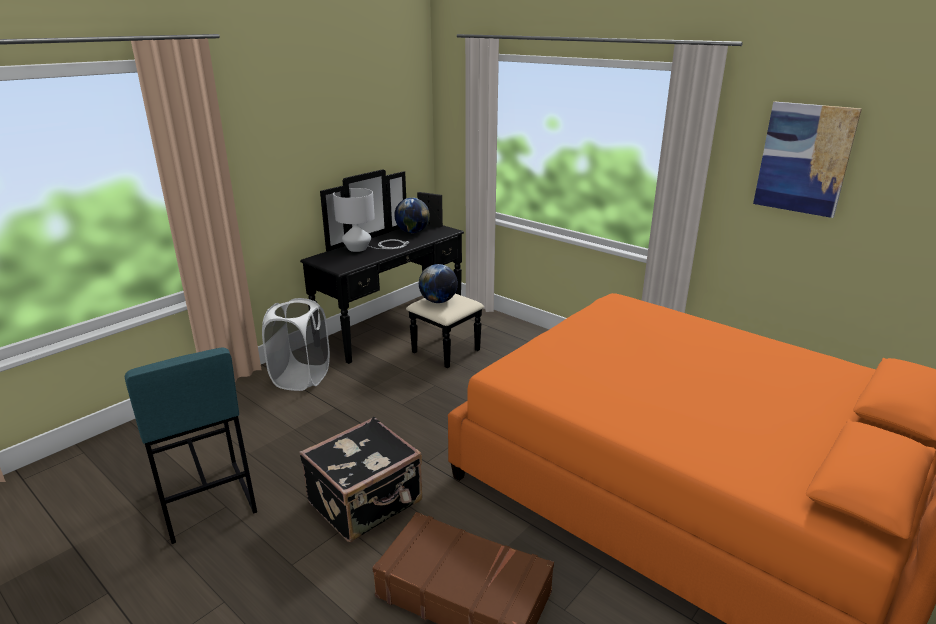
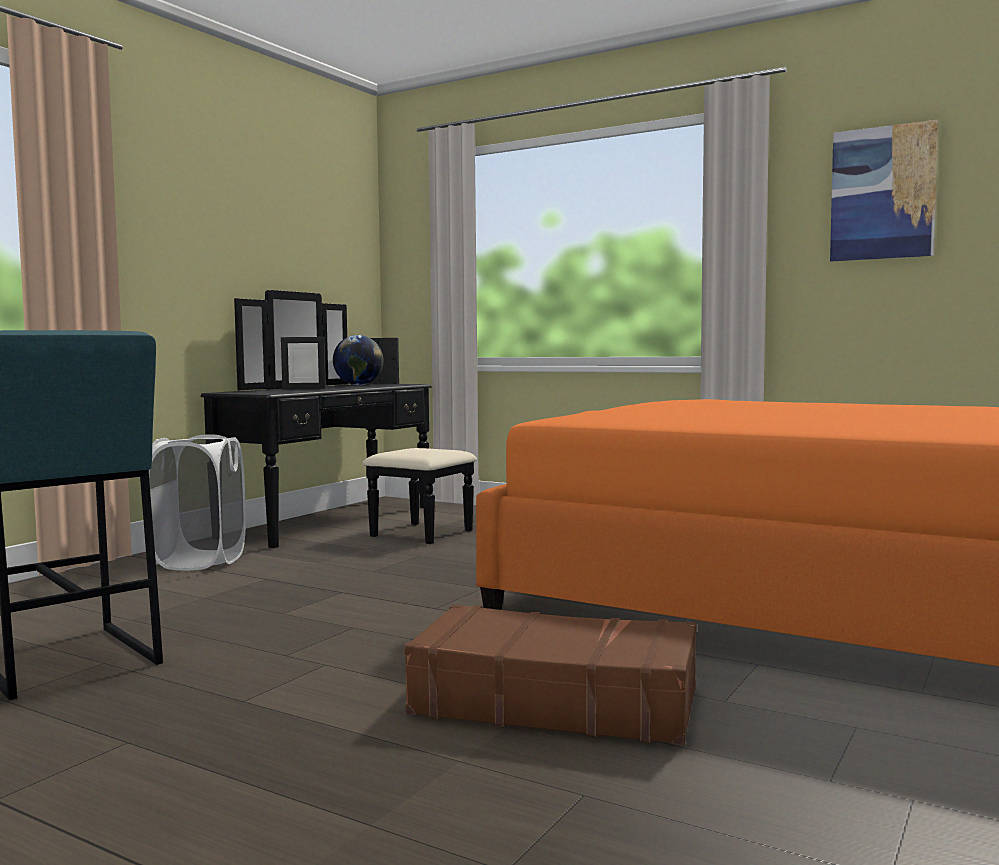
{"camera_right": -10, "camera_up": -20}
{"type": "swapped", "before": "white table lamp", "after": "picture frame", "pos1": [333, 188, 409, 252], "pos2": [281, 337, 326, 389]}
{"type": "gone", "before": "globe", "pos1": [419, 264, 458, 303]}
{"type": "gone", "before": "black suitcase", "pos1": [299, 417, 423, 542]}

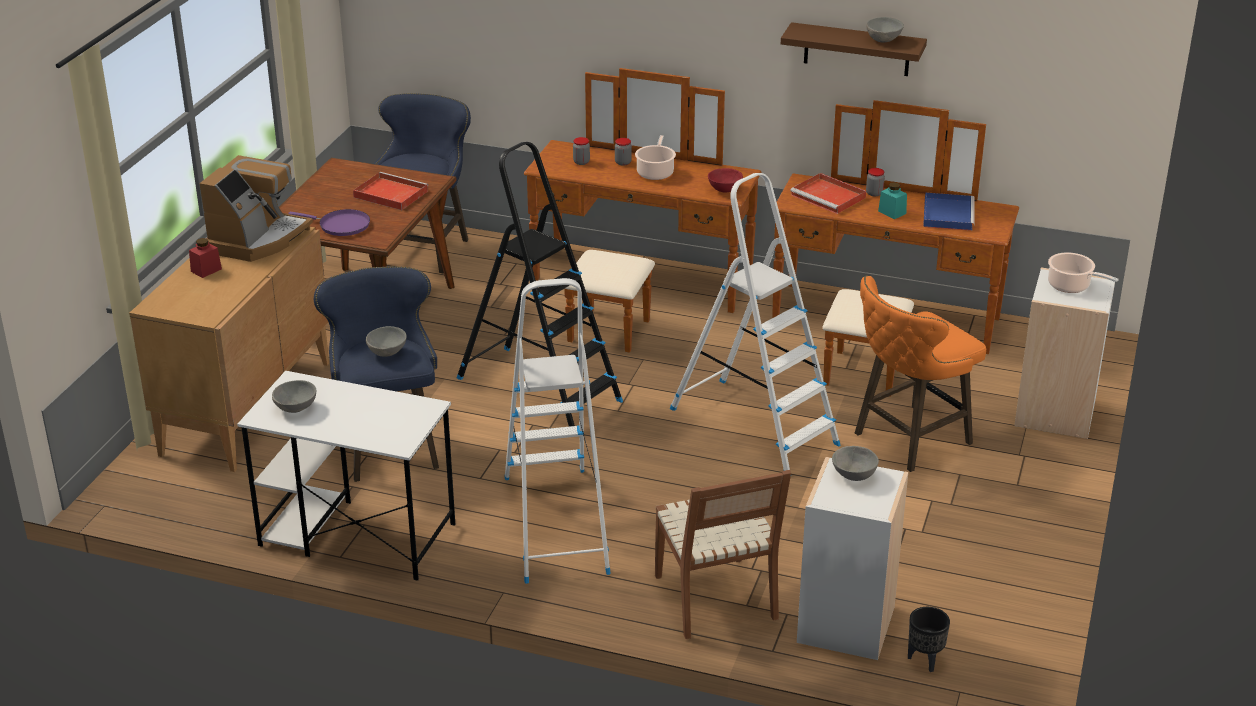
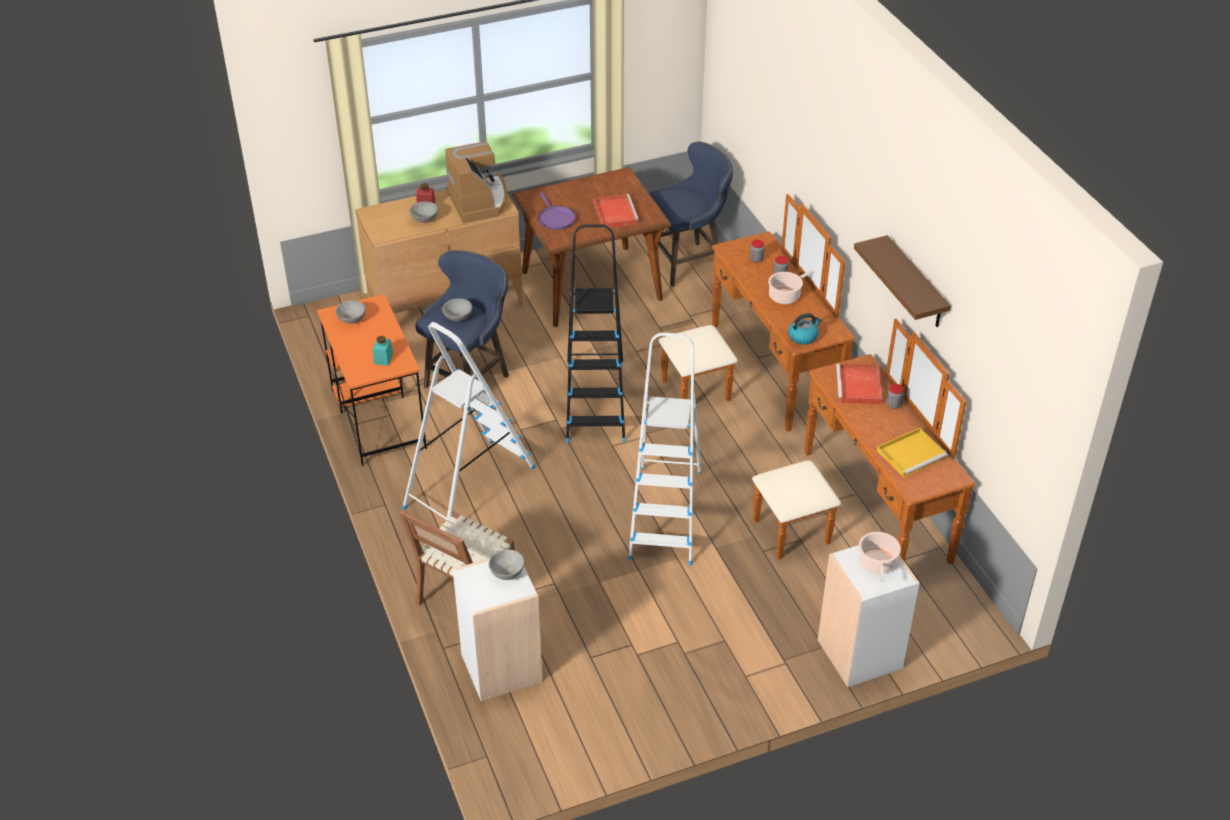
{"camera_right": 50, "camera_up": 10}
{"type": "shifted", "before": "grey bowl", "pos1": [866, 17, 904, 43], "pos2": [409, 201, 438, 223]}
{"type": "rotated", "before": "coffee machine", "pos1": [199, 155, 313, 262], "pos2": [445, 141, 507, 223], "turn": -90}
{"type": "swapped", "before": "red bowl", "after": "kettle", "pos1": [708, 168, 743, 192], "pos2": [788, 313, 822, 345]}
{"type": "shifted", "before": "turquoise jar", "pos1": [878, 182, 907, 219], "pos2": [373, 336, 393, 366]}
{"type": "repainted", "before": "blue tray", "after": "yellow tray", "pos1": [923, 192, 975, 231], "pos2": [877, 428, 948, 478]}
{"type": "gone", "before": "orange stool", "pos1": [855, 276, 986, 472]}
{"type": "repainted", "before": "white desk", "after": "orange desk", "pos1": [237, 371, 456, 581], "pos2": [317, 294, 427, 466]}
{"type": "gone", "before": "black planter", "pos1": [908, 607, 950, 672]}

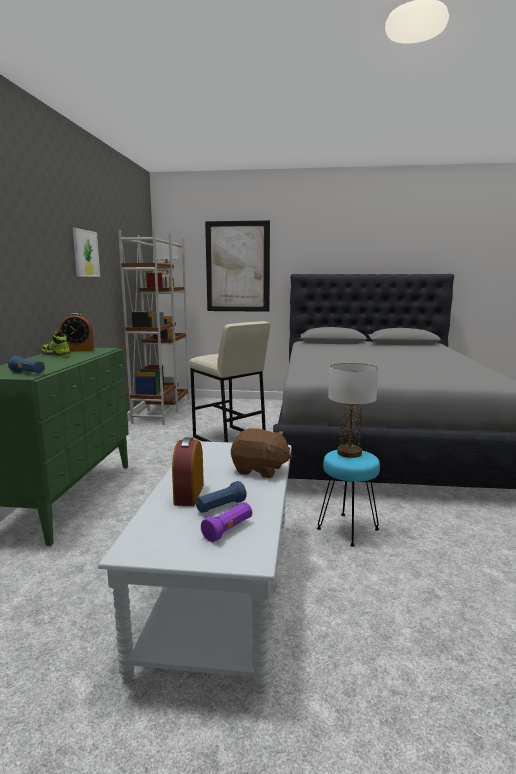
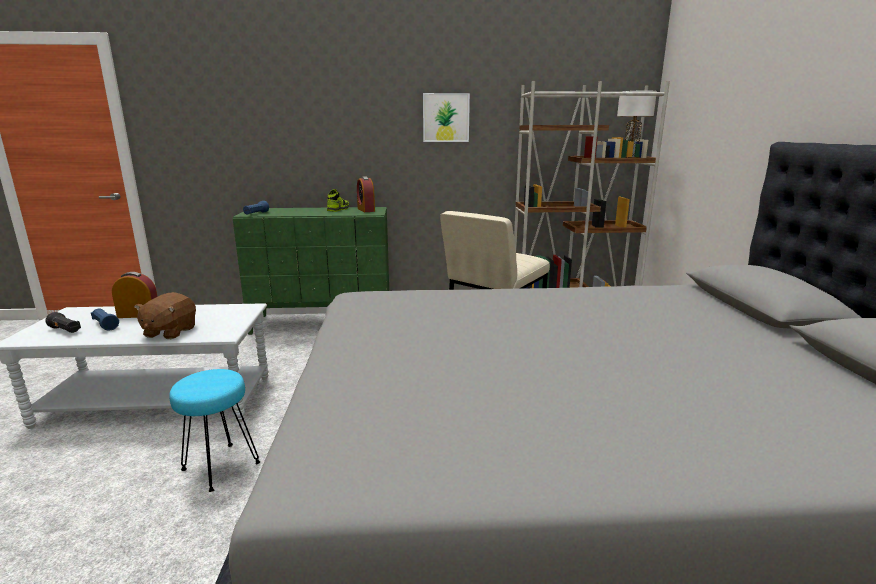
{"camera_right": 80, "camera_up": 5}
{"type": "gone", "before": "picture", "pos1": [205, 220, 270, 312]}
{"type": "gone", "before": "table lamp", "pos1": [328, 363, 378, 458]}
{"type": "repainted", "before": "purple flashlight", "after": "black flashlight", "pos1": [201, 502, 252, 542], "pos2": [45, 312, 81, 333]}

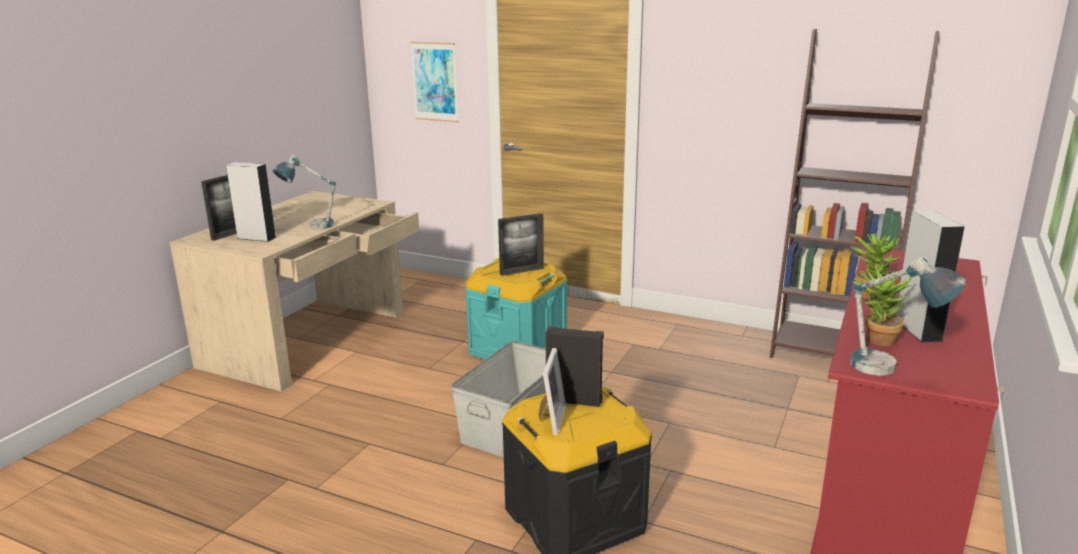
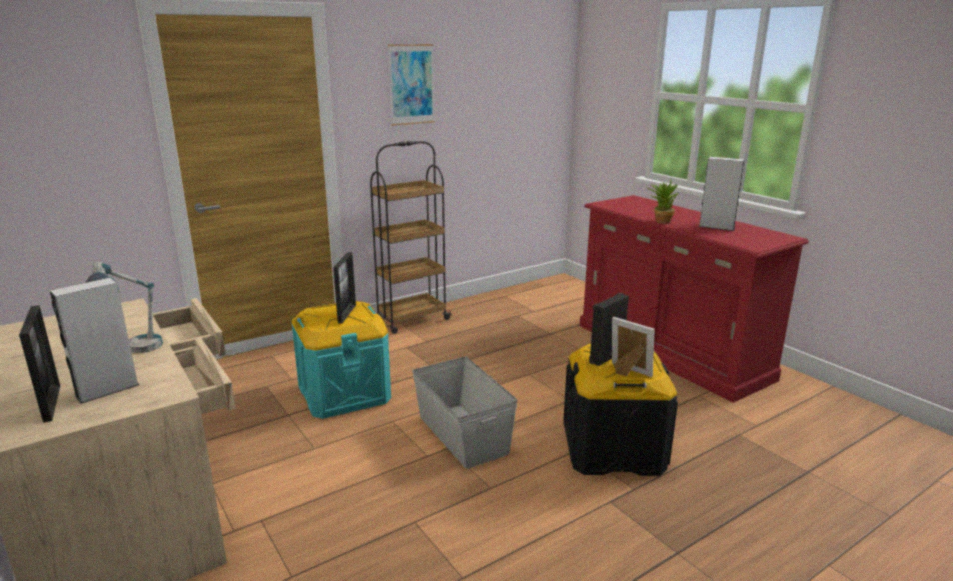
{"camera_right": -60, "camera_up": 0}
{"type": "gone", "before": "brown bookcase", "pos1": [770, 29, 939, 358]}
{"type": "shifted", "before": "picture", "pos1": [410, 42, 459, 122], "pos2": [388, 44, 435, 126]}
{"type": "gone", "before": "table lamp", "pos1": [850, 257, 966, 376]}
{"type": "gone", "before": "potted plant", "pos1": [852, 263, 912, 346]}
{"type": "new", "after": "brown cart", "pos2": [370, 141, 452, 334]}

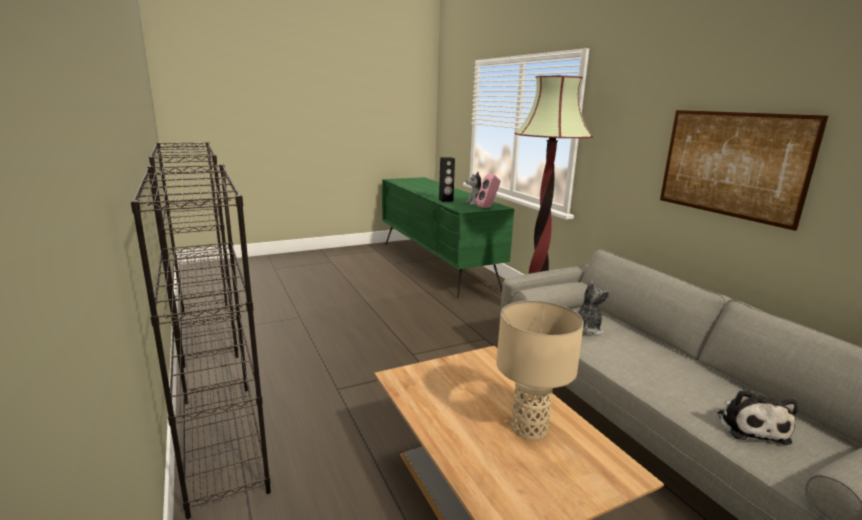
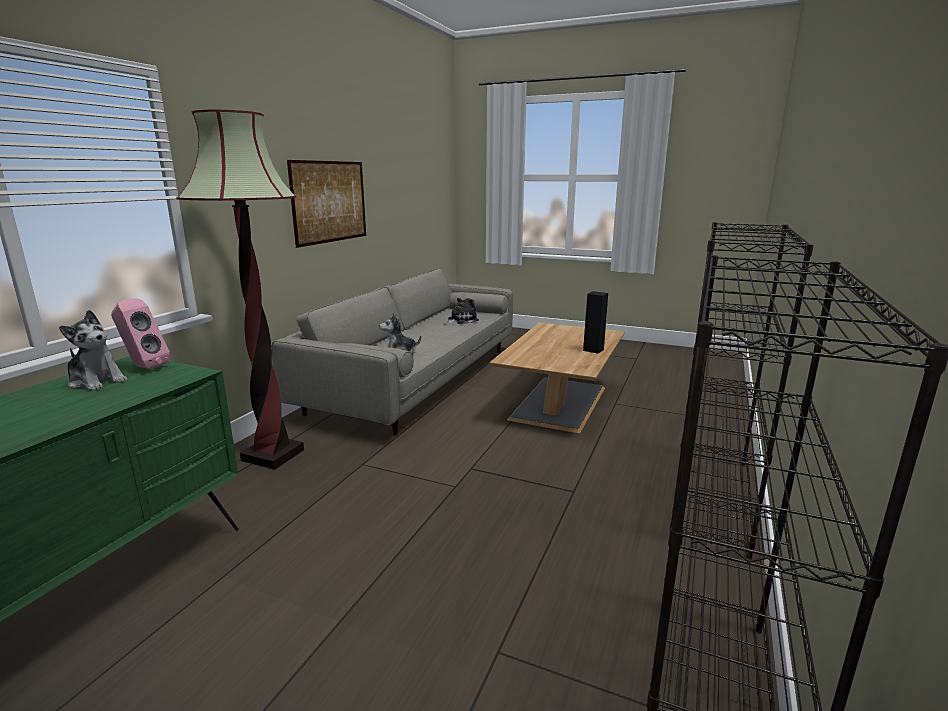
{"camera_right": -130, "camera_up": 0}
{"type": "shifted", "before": "black speaker", "pos1": [439, 157, 455, 202], "pos2": [583, 291, 608, 354]}
{"type": "gone", "before": "beige table lamp", "pos1": [496, 301, 584, 440]}

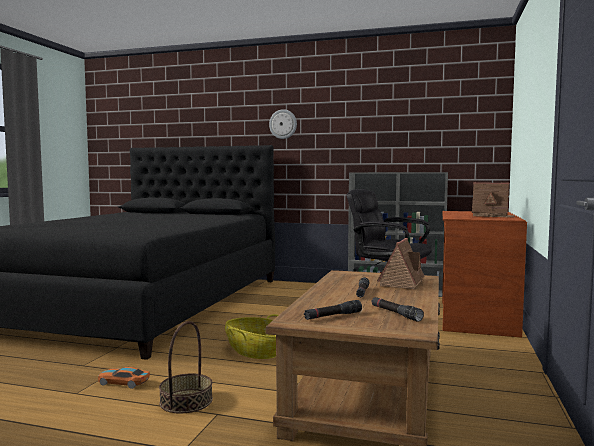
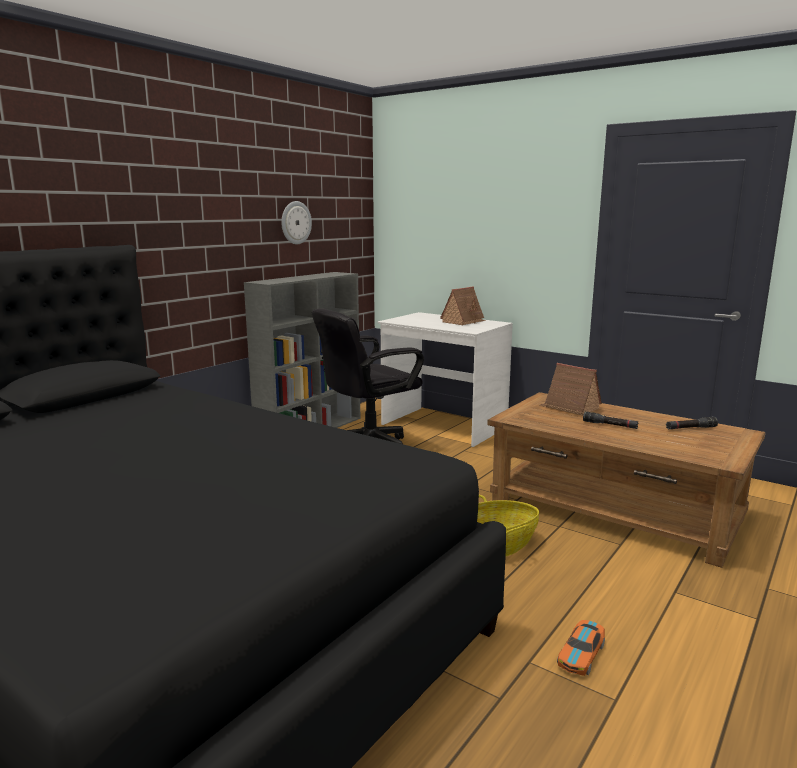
{"camera_right": -70, "camera_up": 10}
{"type": "shifted", "before": "wall clock", "pos1": [269, 109, 297, 139], "pos2": [281, 201, 312, 244]}
{"type": "repainted", "before": "brown desk", "after": "white desk", "pos1": [442, 211, 527, 338], "pos2": [378, 312, 513, 447]}
{"type": "gone", "before": "black flashlight", "pos1": [304, 300, 362, 320]}
{"type": "gone", "before": "basket", "pos1": [159, 321, 213, 414]}

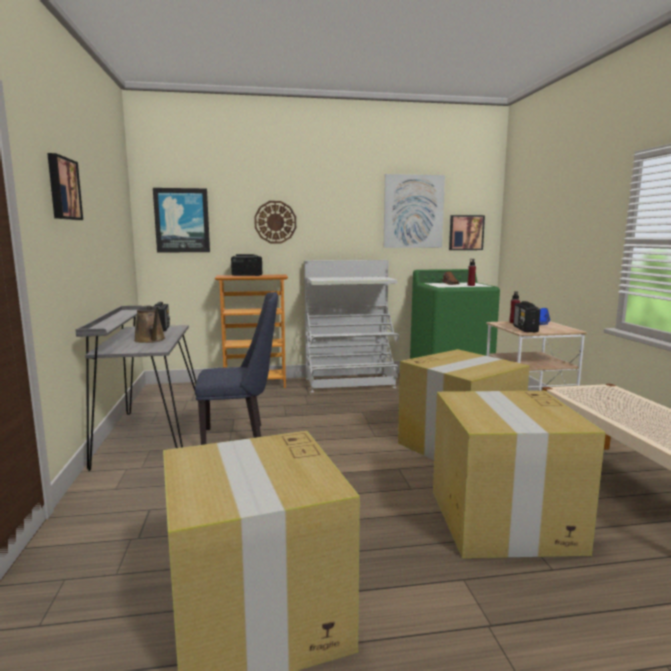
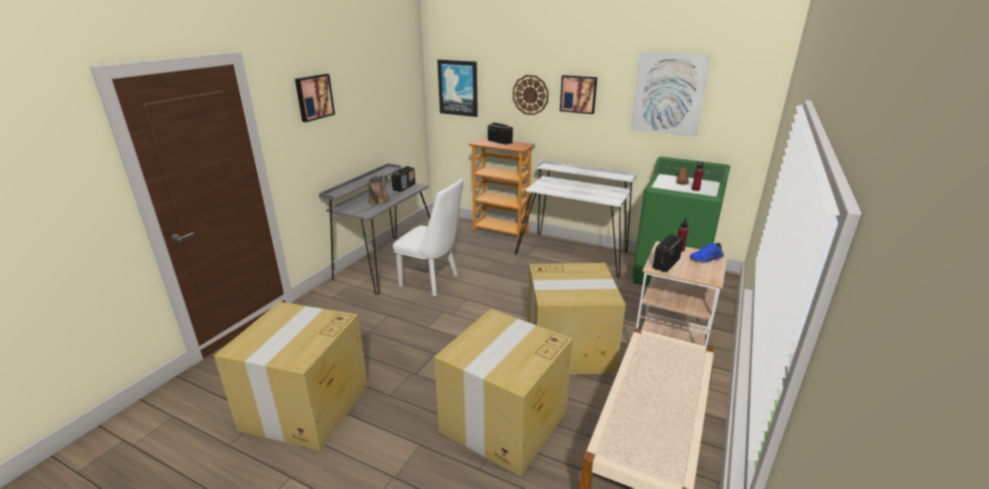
{"camera_right": 35, "camera_up": 15}
{"type": "shifted", "before": "picture", "pos1": [449, 215, 485, 250], "pos2": [560, 75, 597, 114]}
{"type": "swapped", "before": "white shoe rack", "after": "white desk", "pos1": [304, 260, 399, 392], "pos2": [515, 160, 637, 278]}
{"type": "repainted", "before": "blue chair", "after": "white chair", "pos1": [195, 292, 278, 445], "pos2": [393, 179, 464, 296]}

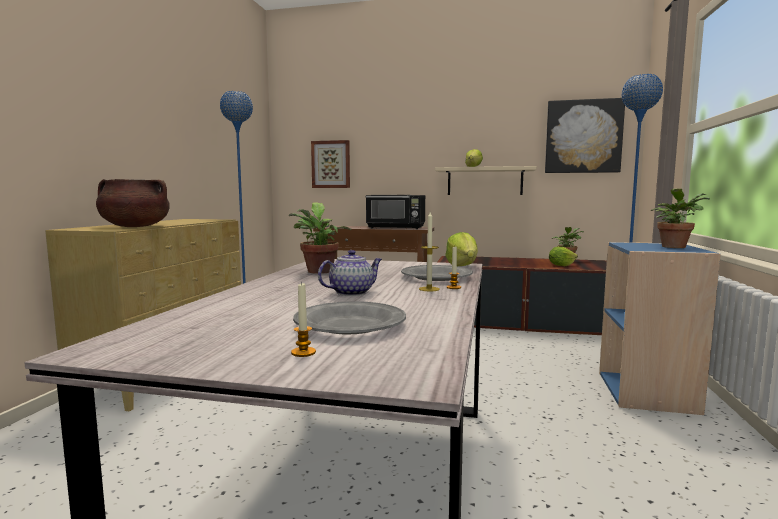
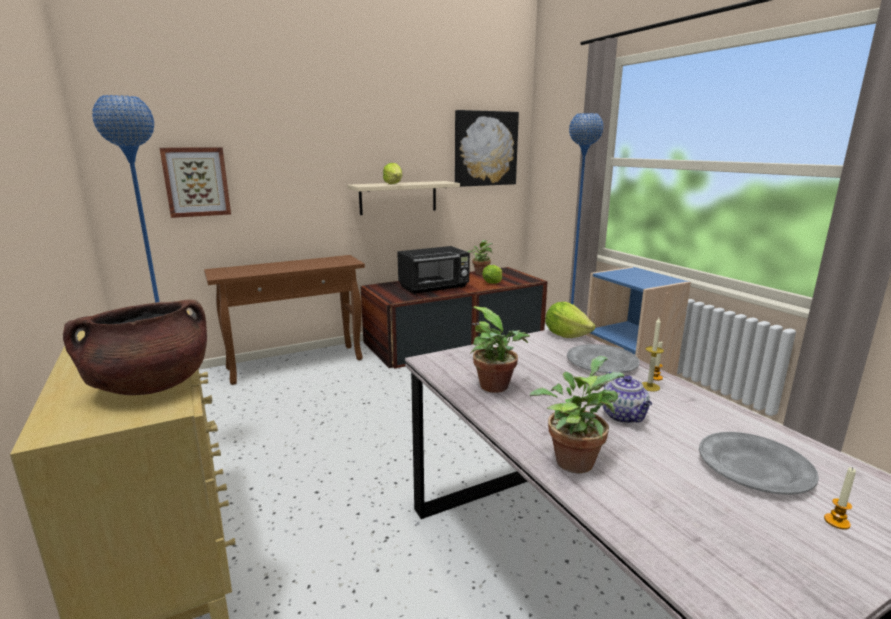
{"camera_right": -40, "camera_up": 10}
{"type": "shifted", "before": "potted plant", "pos1": [651, 189, 710, 248], "pos2": [530, 356, 624, 473]}
{"type": "shifted", "before": "black microwave", "pos1": [366, 195, 425, 229], "pos2": [397, 246, 470, 294]}
{"type": "rotated", "before": "teapot", "pos1": [318, 250, 382, 296], "pos2": [602, 372, 652, 423], "turn": 150}

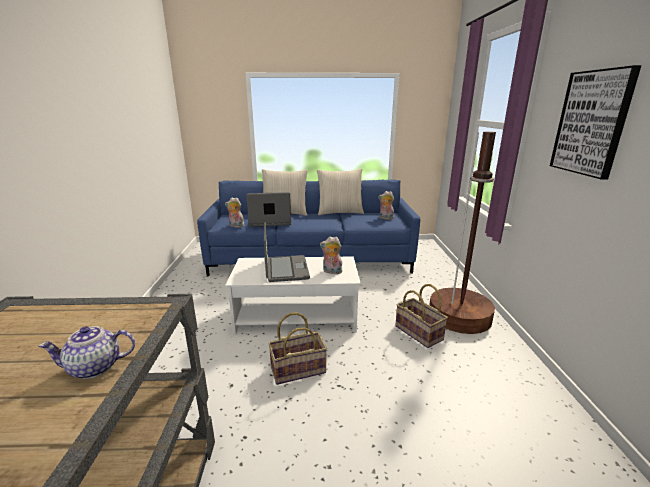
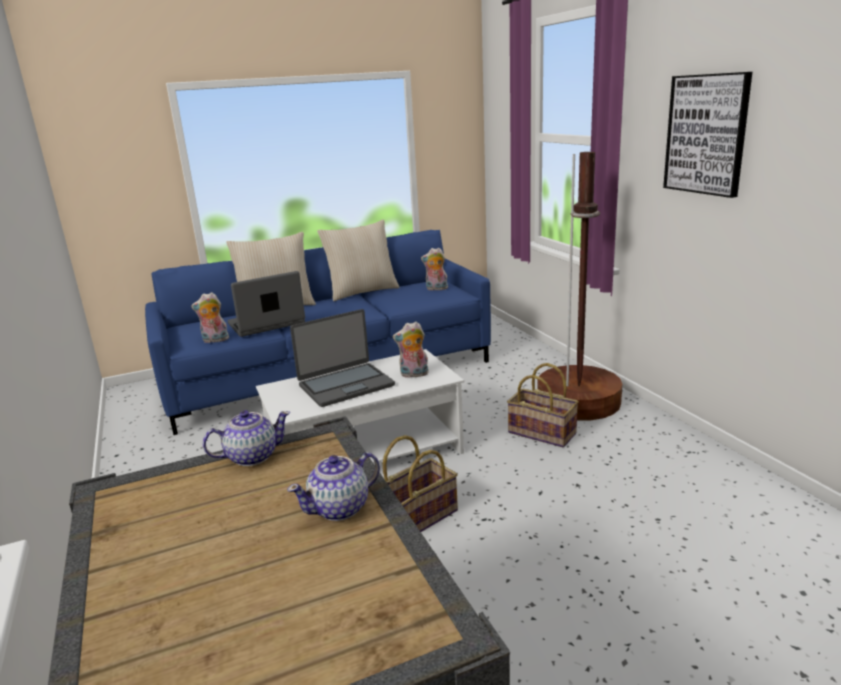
{"camera_right": -20, "camera_up": 0}
{"type": "rotated", "before": "laptop", "pos1": [264, 222, 310, 282], "pos2": [290, 309, 395, 407], "turn": 90}
{"type": "new", "after": "teapot", "pos2": [202, 410, 290, 466]}

